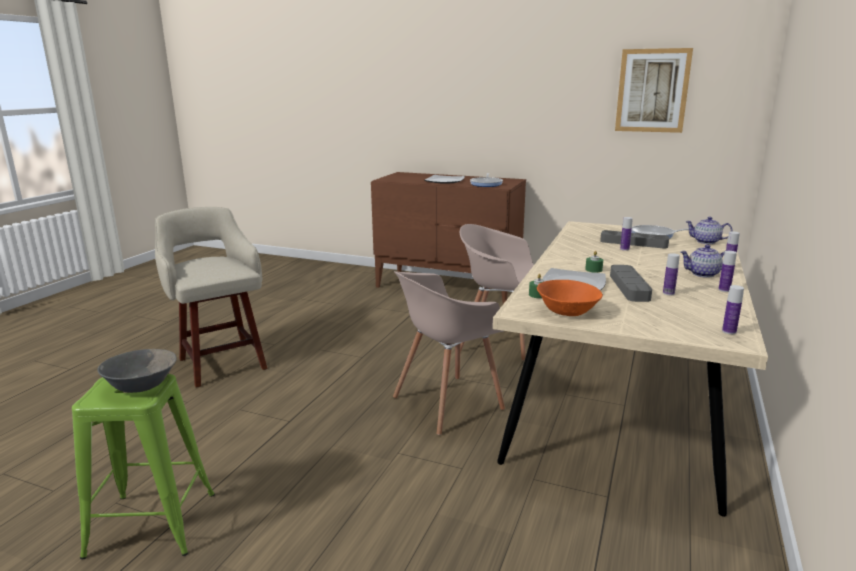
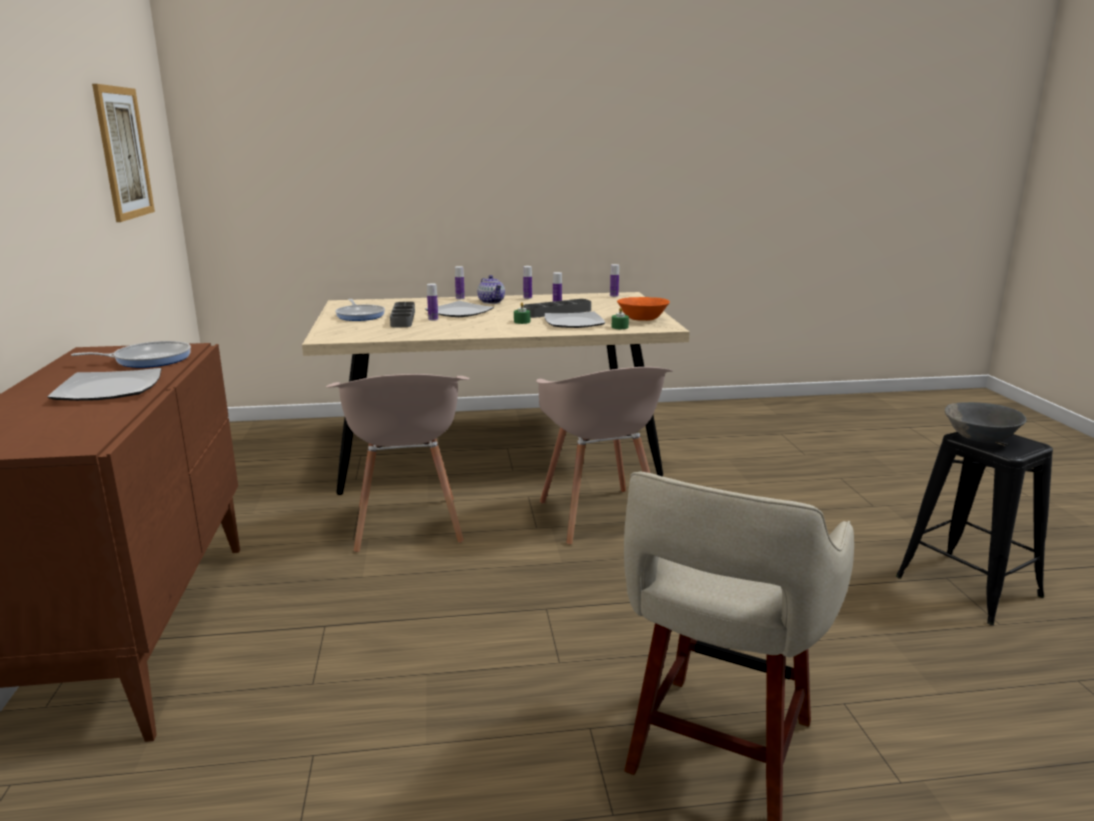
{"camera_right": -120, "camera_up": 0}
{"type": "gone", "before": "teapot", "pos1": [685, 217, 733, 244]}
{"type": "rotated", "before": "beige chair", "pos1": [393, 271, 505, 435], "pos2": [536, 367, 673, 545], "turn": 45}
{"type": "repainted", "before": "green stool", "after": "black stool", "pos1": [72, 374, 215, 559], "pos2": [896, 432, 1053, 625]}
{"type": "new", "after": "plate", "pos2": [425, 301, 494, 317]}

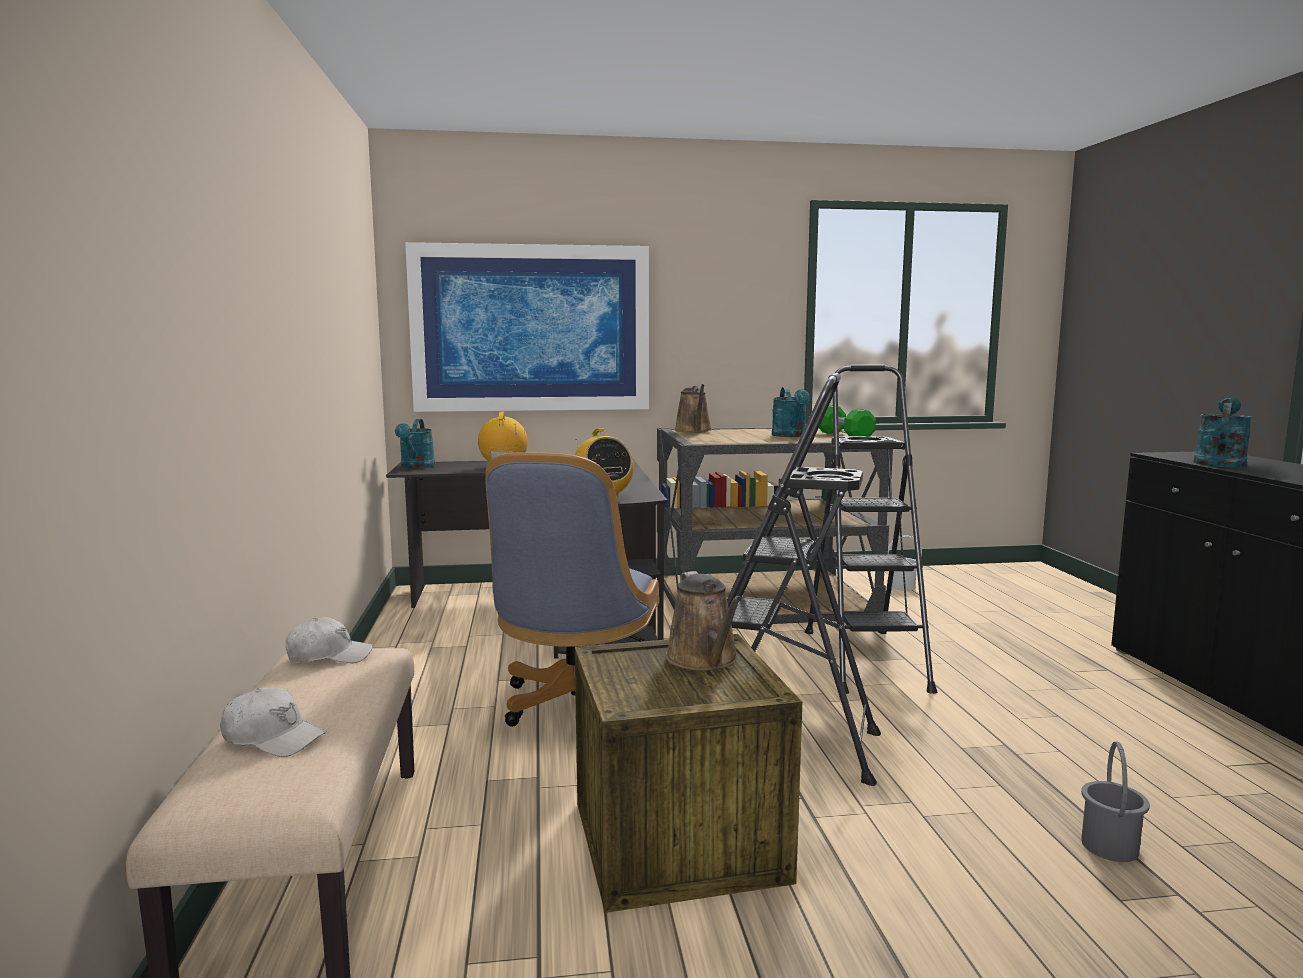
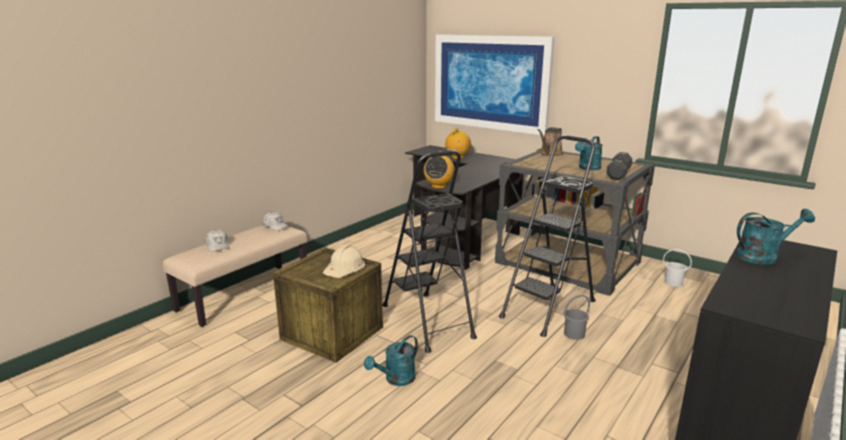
{"camera_right": 45, "camera_up": 10}
{"type": "repainted", "before": "green dumbbell", "after": "black dumbbell", "pos1": [819, 406, 876, 437], "pos2": [607, 152, 632, 180]}
{"type": "shifted", "before": "turquoise watering can", "pos1": [395, 419, 435, 468], "pos2": [364, 335, 418, 386]}
{"type": "gone", "before": "blue office chair", "pos1": [485, 452, 659, 727]}
{"type": "swapped", "before": "brown watering can", "after": "beige hard hat", "pos1": [666, 571, 742, 671], "pos2": [323, 245, 365, 278]}
{"type": "shifted", "before": "grey bucket", "pos1": [1081, 741, 1150, 862], "pos2": [564, 295, 590, 340]}

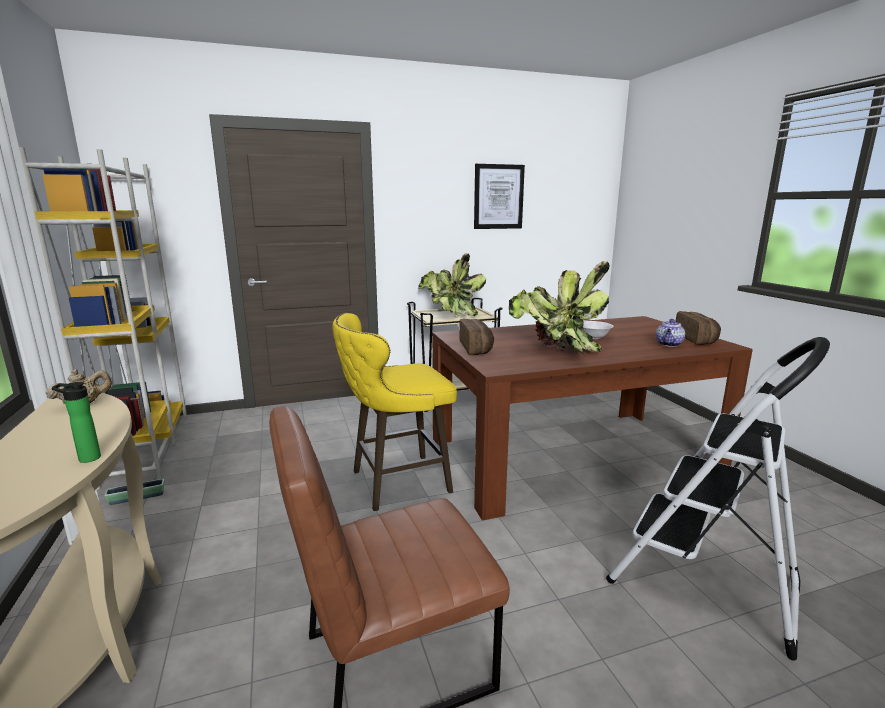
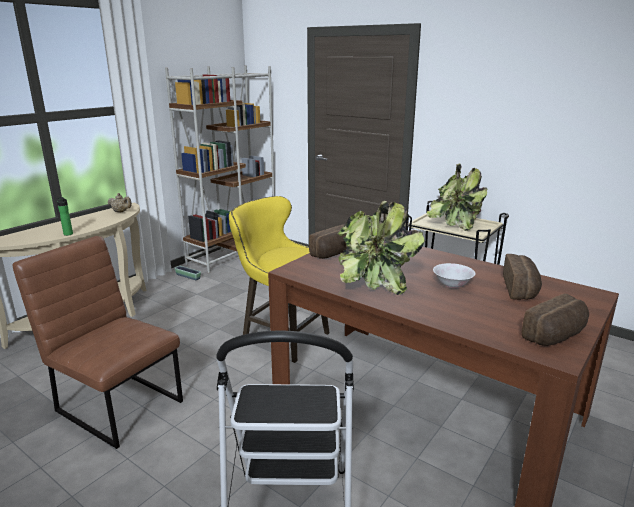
{"camera_right": 55, "camera_up": 5}
{"type": "repainted", "before": "yellow bookcase", "after": "brown bookcase", "pos1": [19, 147, 187, 490], "pos2": [165, 66, 275, 273]}
{"type": "gone", "before": "picture", "pos1": [474, 164, 525, 229]}
{"type": "gone", "before": "teapot", "pos1": [656, 319, 685, 347]}
{"type": "new", "after": "bread", "pos2": [503, 254, 542, 300]}

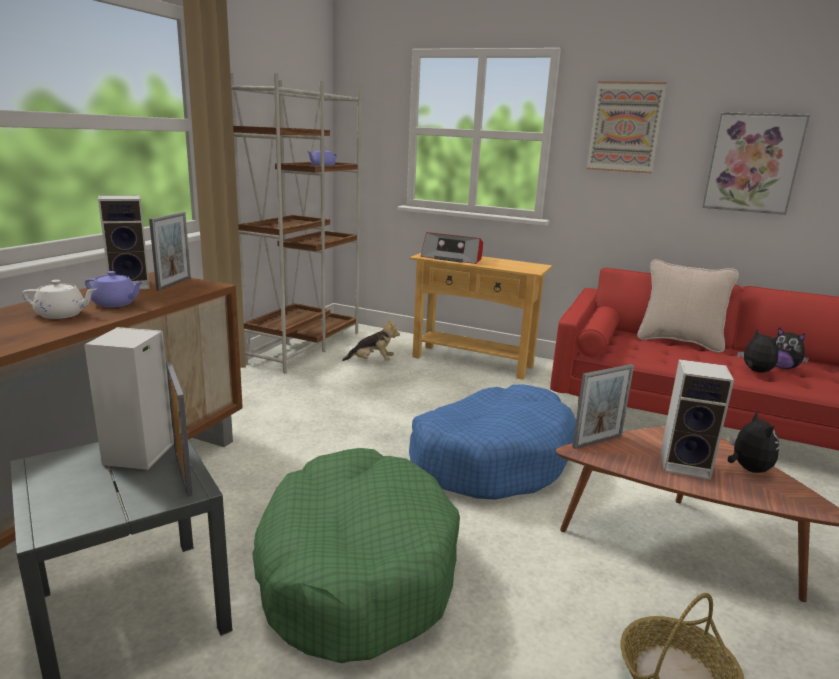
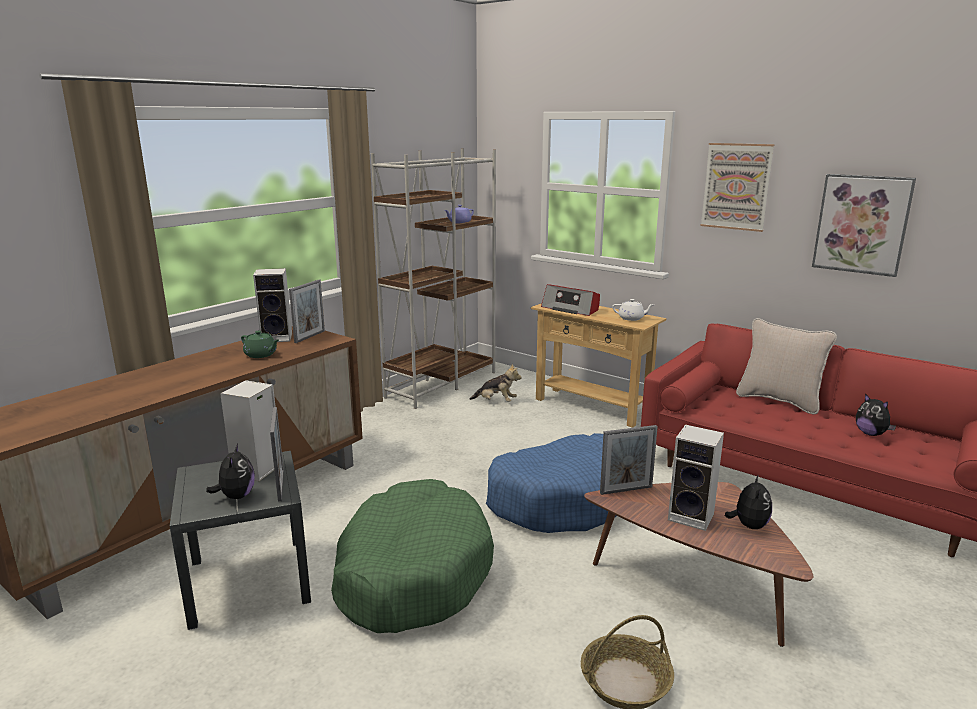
{"camera_right": 15, "camera_up": 0}
{"type": "repainted", "before": "purple teapot", "after": "green teapot", "pos1": [85, 271, 143, 307], "pos2": [241, 331, 279, 358]}
{"type": "shifted", "before": "white teapot", "pos1": [22, 280, 96, 319], "pos2": [612, 299, 654, 321]}
{"type": "shifted", "before": "plush toy", "pos1": [737, 329, 778, 373], "pos2": [206, 444, 255, 499]}

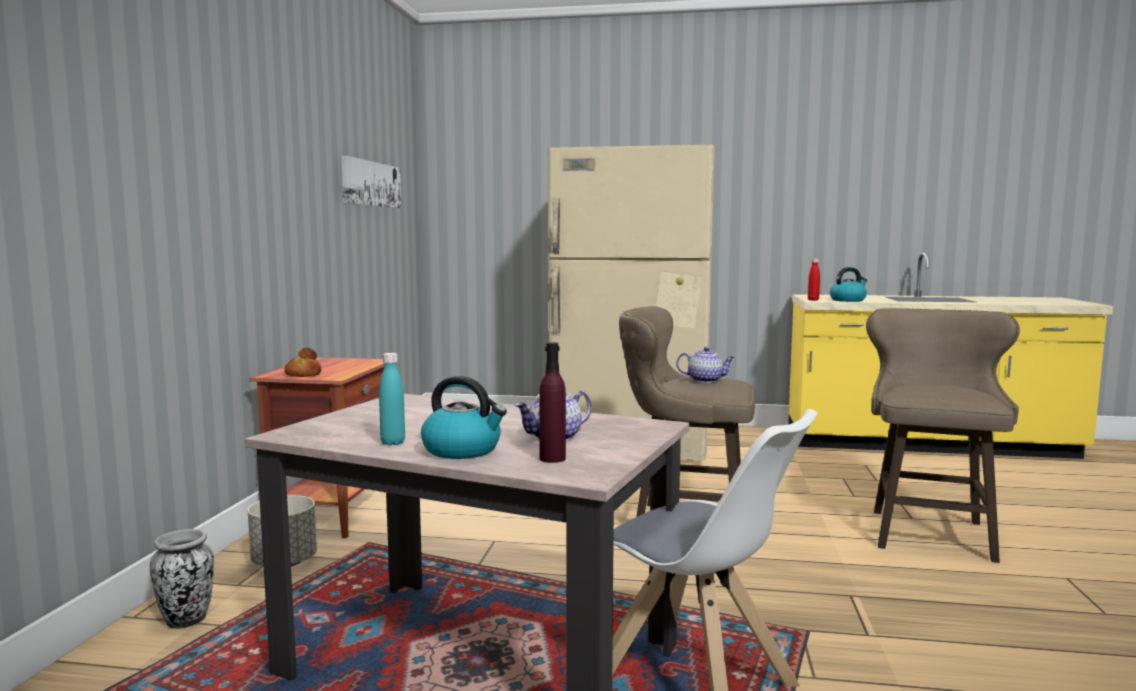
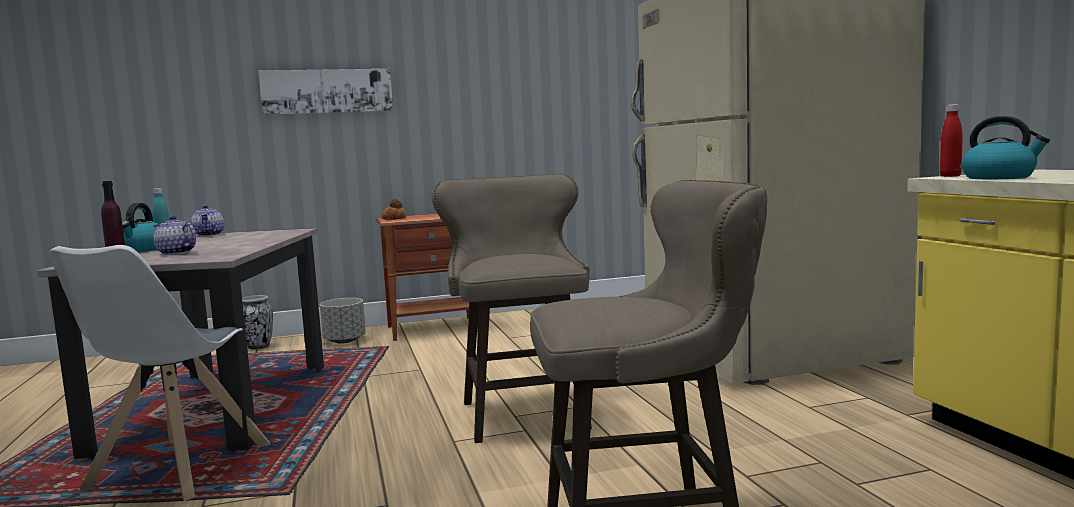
{"camera_right": 65, "camera_up": 0}
{"type": "shifted", "before": "picture", "pos1": [341, 156, 401, 208], "pos2": [258, 69, 393, 115]}
{"type": "shifted", "before": "teapot", "pos1": [676, 347, 736, 383], "pos2": [191, 205, 225, 236]}

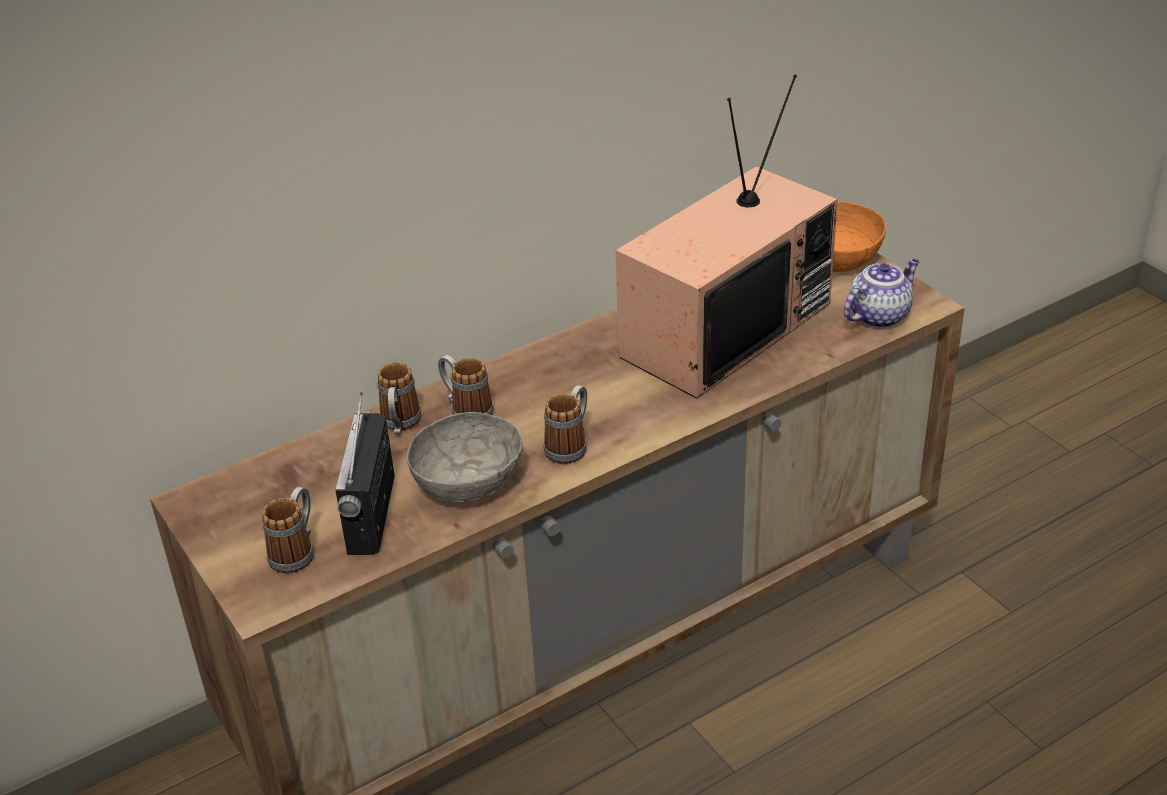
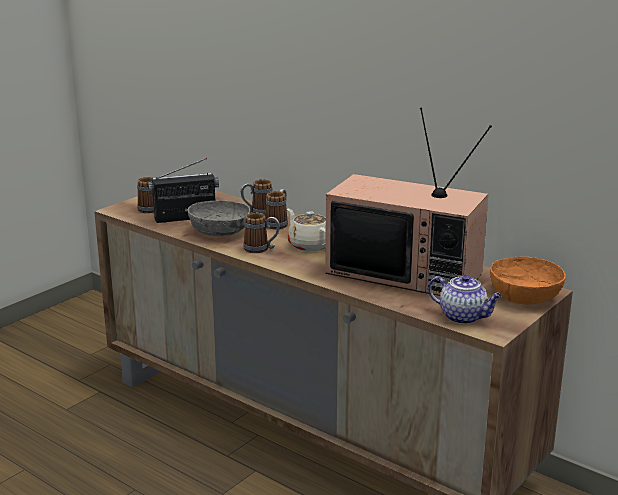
{"camera_right": 70, "camera_up": -15}
{"type": "new", "after": "beige teapot", "pos2": [287, 209, 326, 251]}

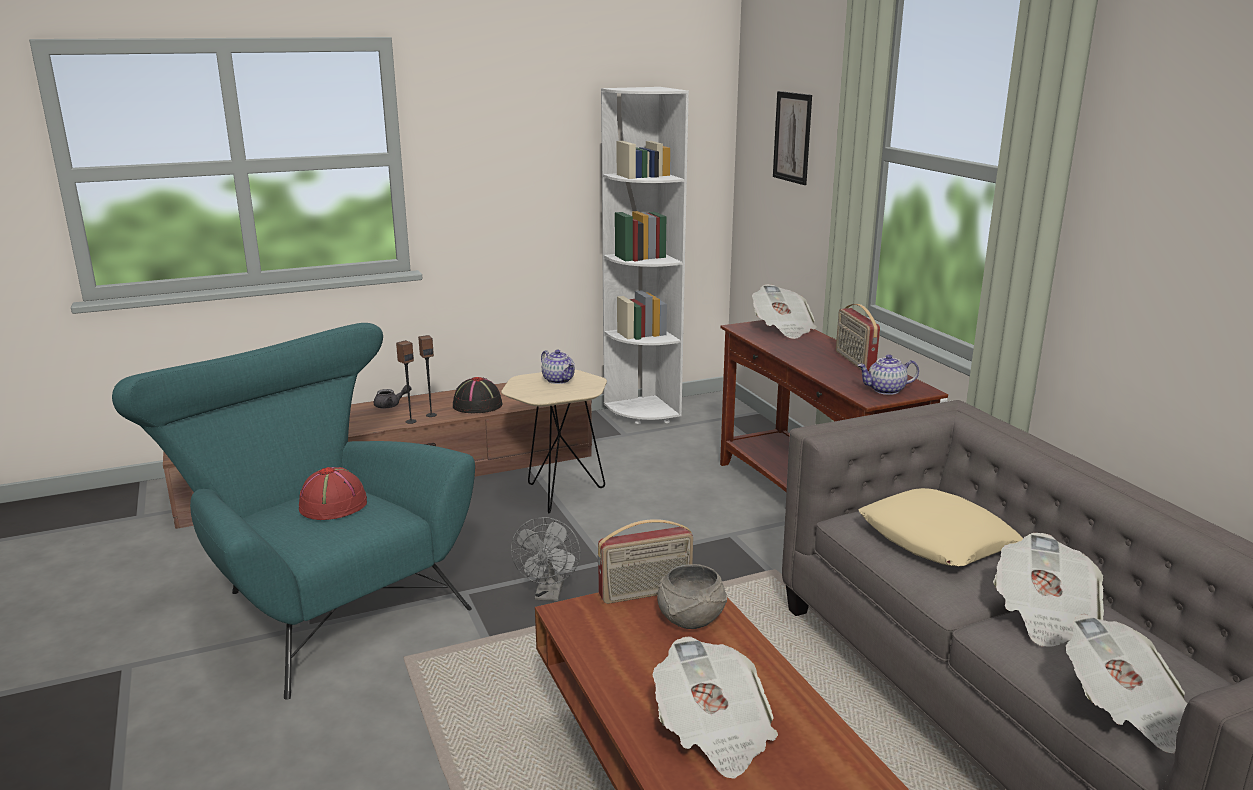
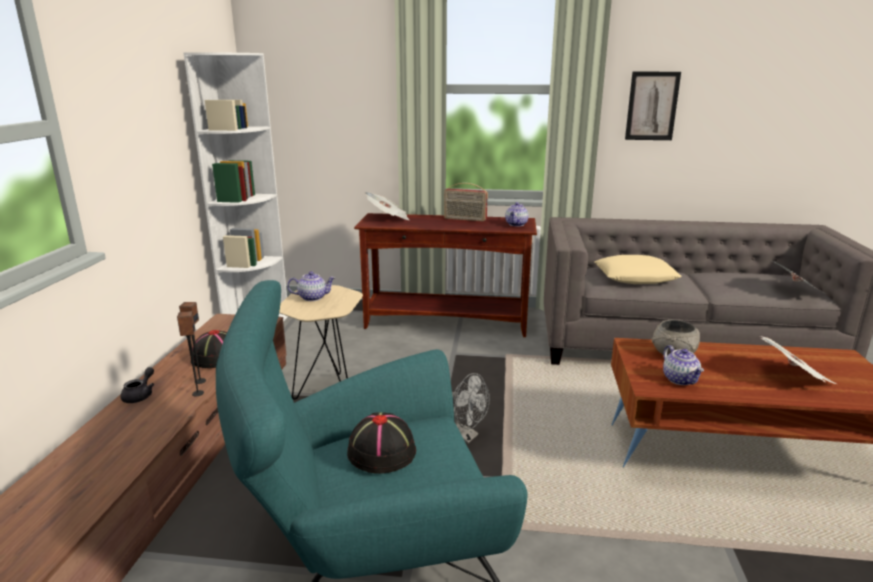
{"camera_right": -60, "camera_up": 0}
{"type": "shifted", "before": "picture", "pos1": [773, 91, 812, 185], "pos2": [625, 72, 681, 140]}
{"type": "repainted", "before": "red hat", "after": "black hat", "pos1": [299, 467, 367, 520], "pos2": [347, 412, 416, 474]}
{"type": "gone", "before": "radio", "pos1": [597, 519, 693, 604]}
{"type": "gone", "before": "newspaper", "pos1": [993, 533, 1104, 647]}
{"type": "new", "after": "teapot", "pos2": [663, 345, 704, 385]}

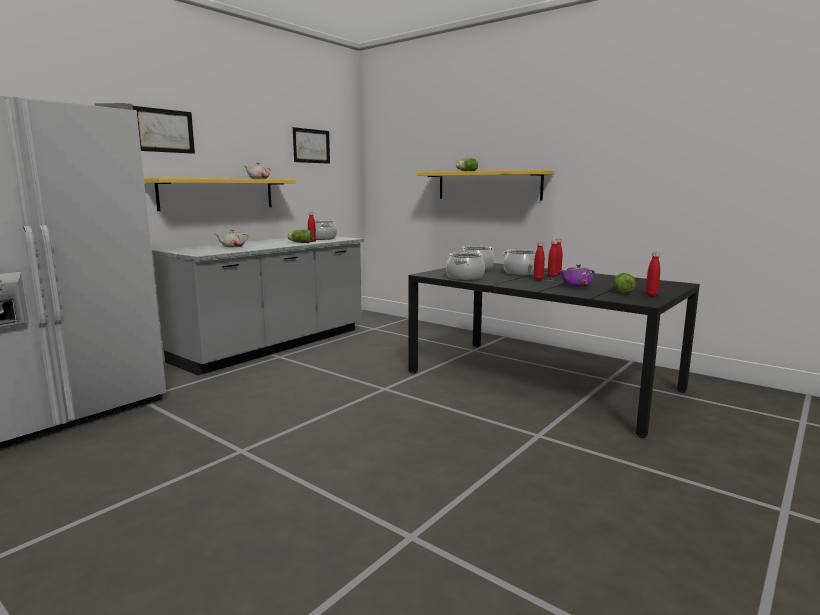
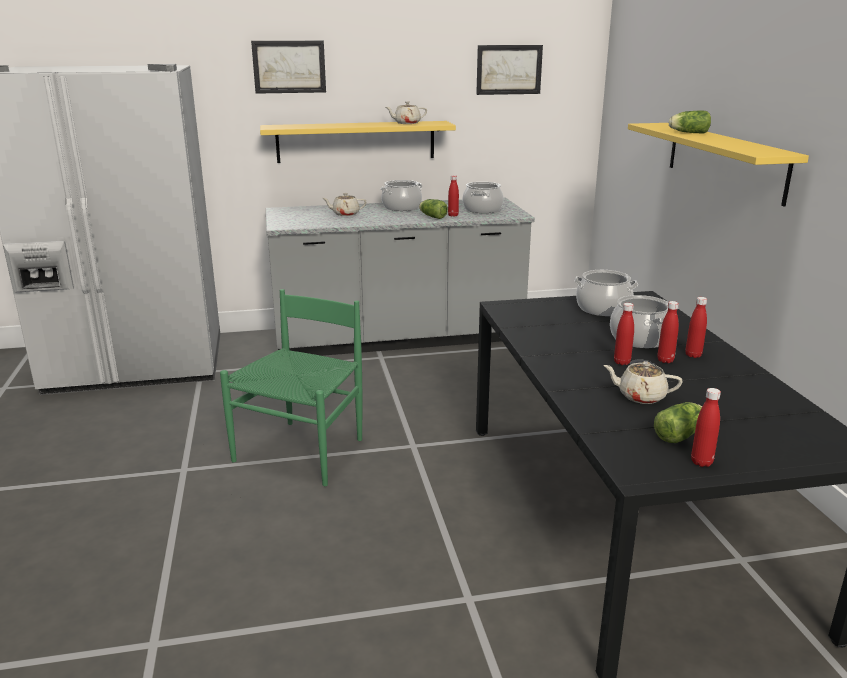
{"camera_right": 40, "camera_up": 10}
{"type": "shifted", "before": "cooking pot", "pos1": [446, 252, 485, 280], "pos2": [381, 180, 423, 211]}
{"type": "repainted", "before": "purple teapot", "after": "beige teapot", "pos1": [559, 264, 595, 287], "pos2": [603, 361, 683, 404]}
{"type": "new", "after": "green chair", "pos2": [220, 289, 363, 486]}

